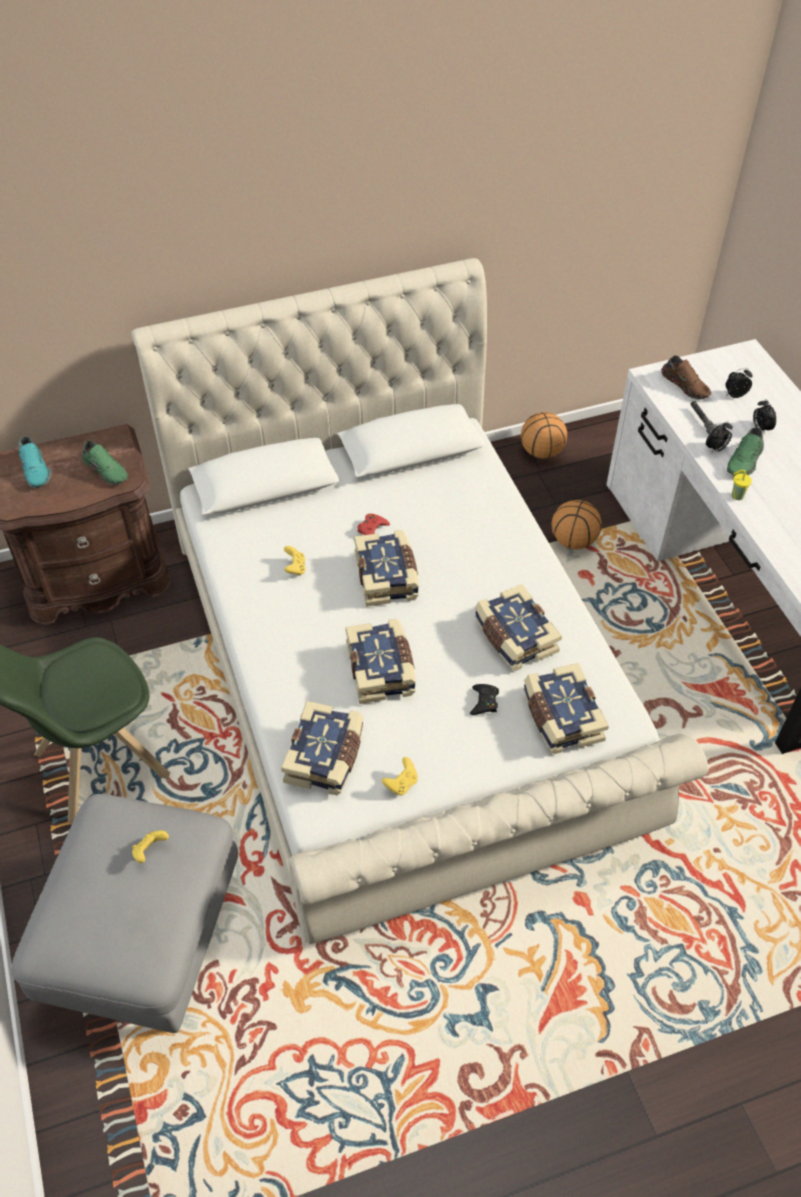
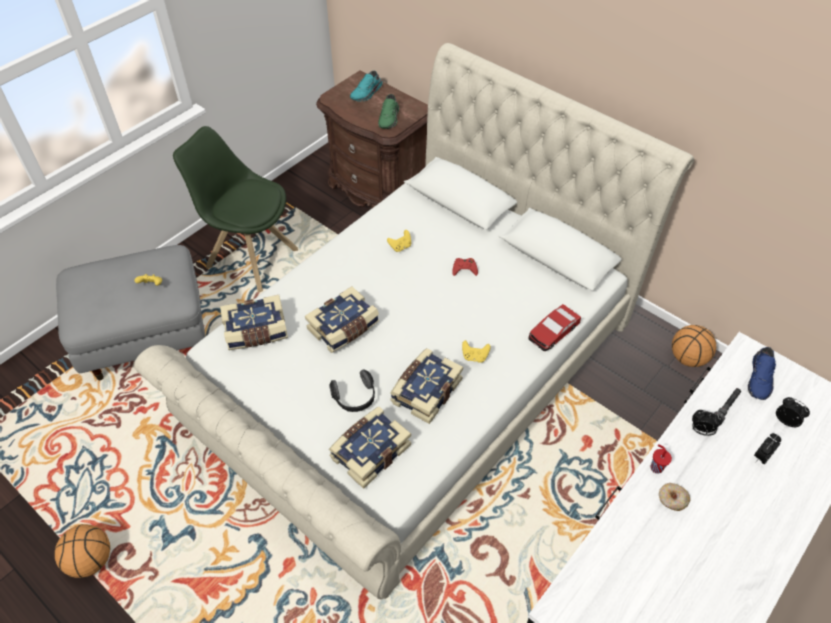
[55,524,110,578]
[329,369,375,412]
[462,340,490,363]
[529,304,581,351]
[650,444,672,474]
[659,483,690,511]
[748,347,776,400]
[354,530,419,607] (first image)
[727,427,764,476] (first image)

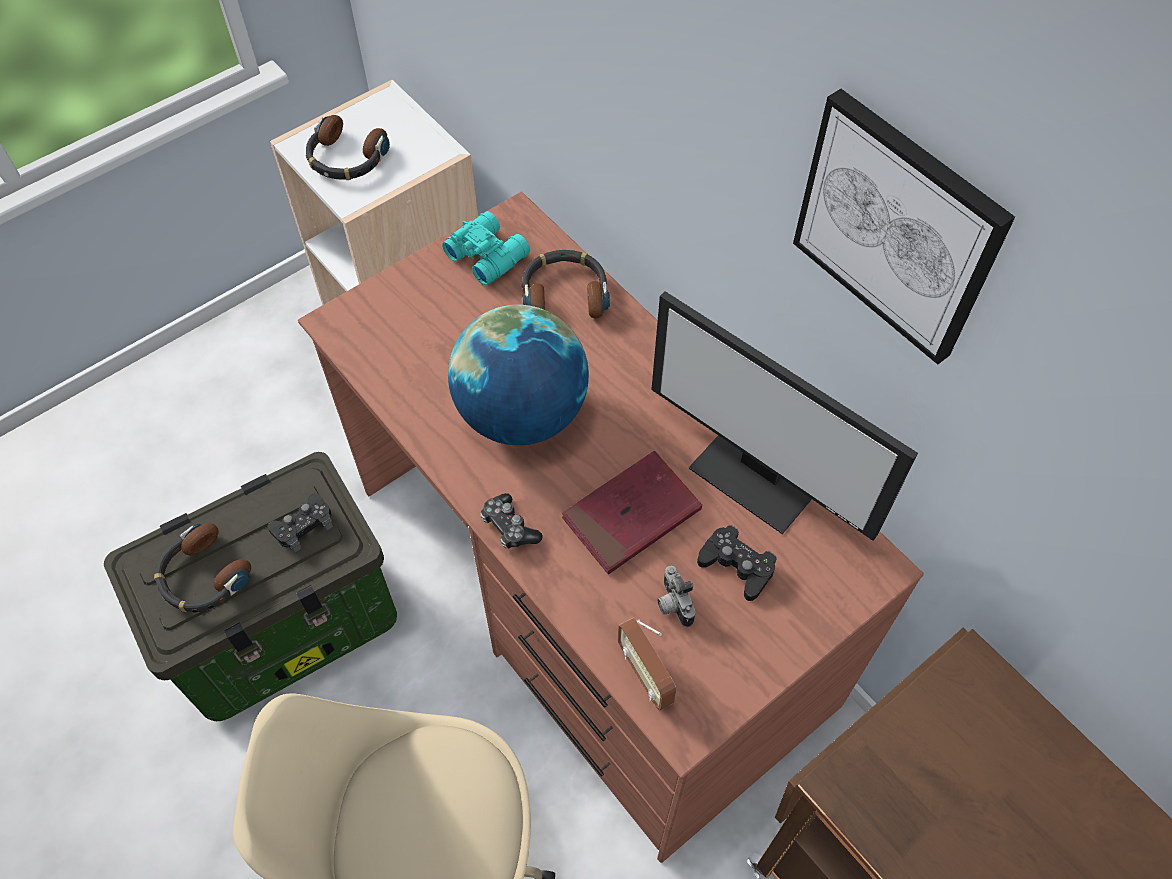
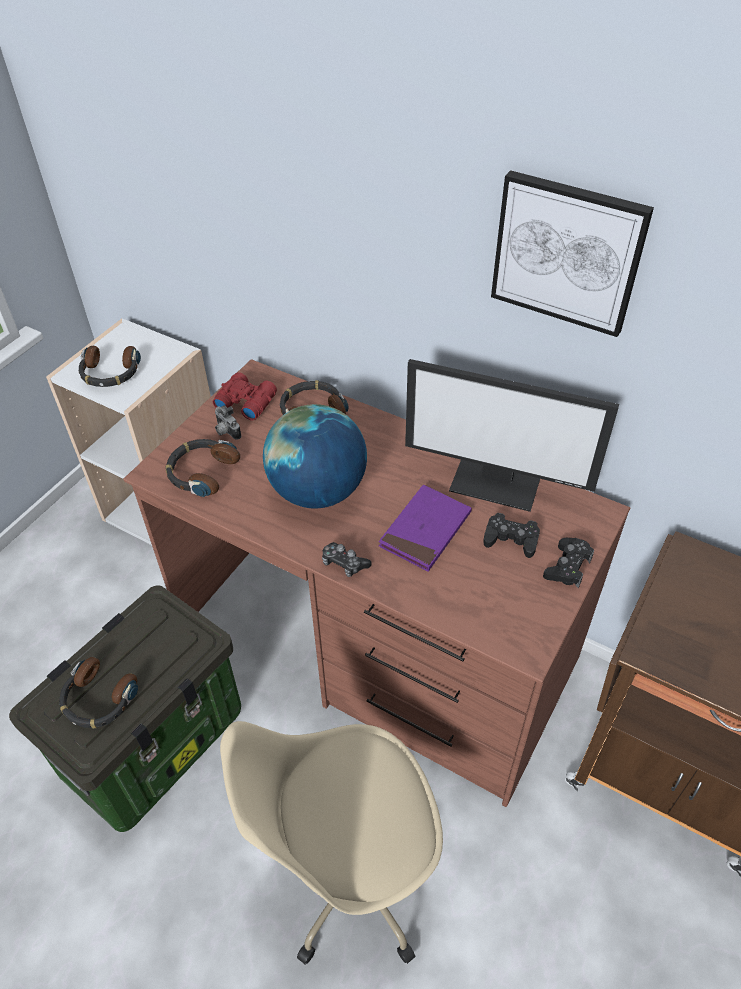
[166,439,240,497]
[213,372,277,420]
[215,405,241,440]
[379,485,472,571]
[543,538,594,588]
[618,618,676,710] (first image)

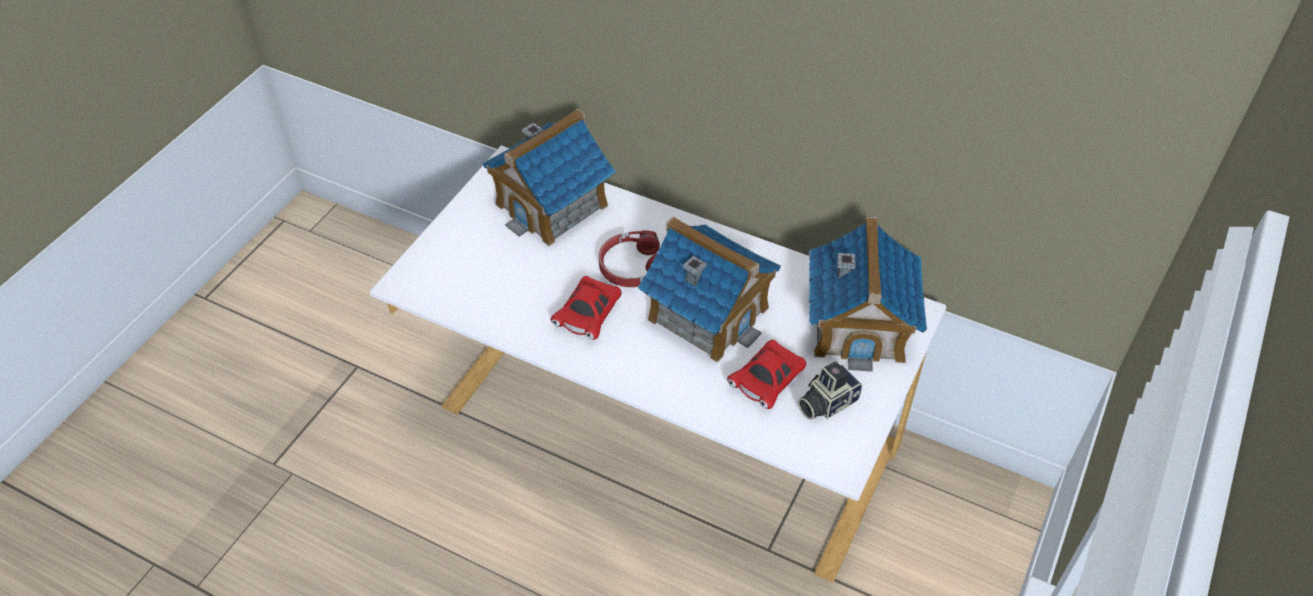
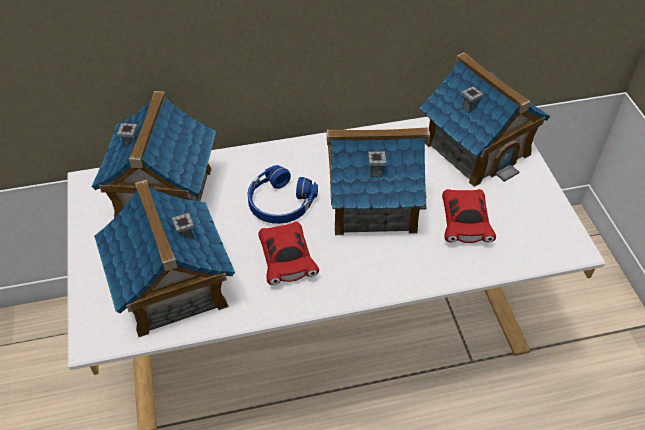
[94,180,235,338]
[248,165,318,224]
[798,361,863,420] (first image)

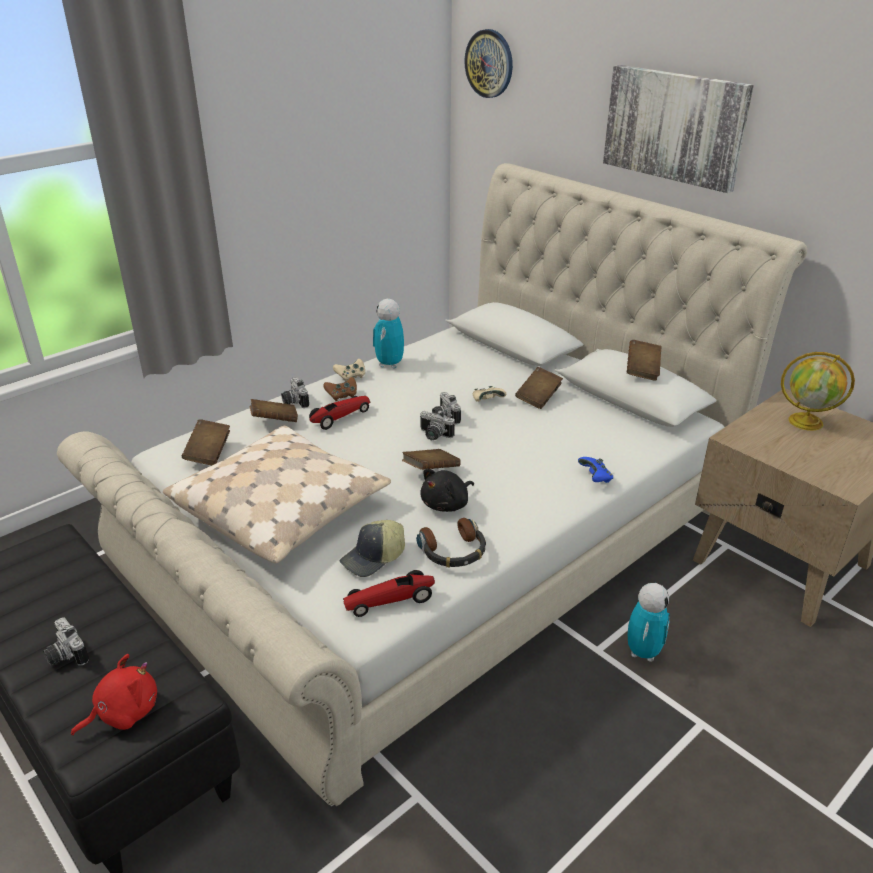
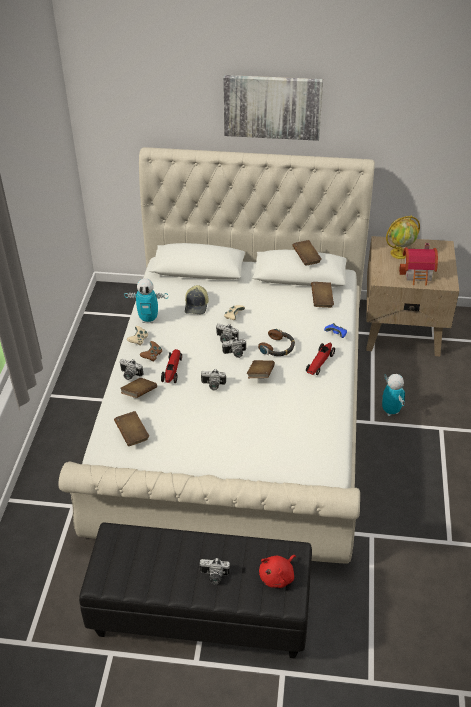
[124,278,168,323]
[185,285,208,314]
[201,369,226,390]
[258,328,295,356]
[259,555,296,588]
[306,342,335,375]
[311,282,334,308]
[399,243,438,285]
[163,425,391,563] (first image)
[420,469,474,512] (first image)
[464,29,513,98] (first image)

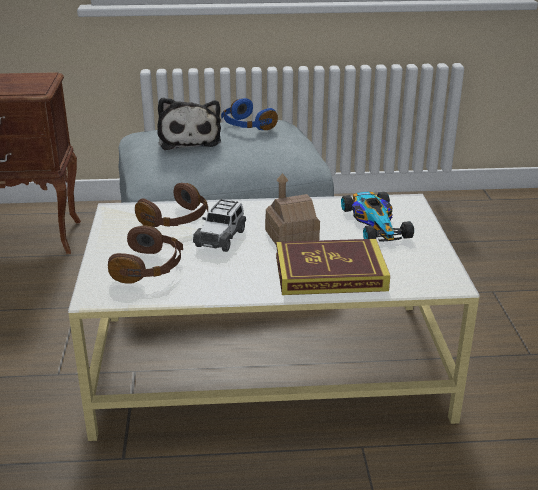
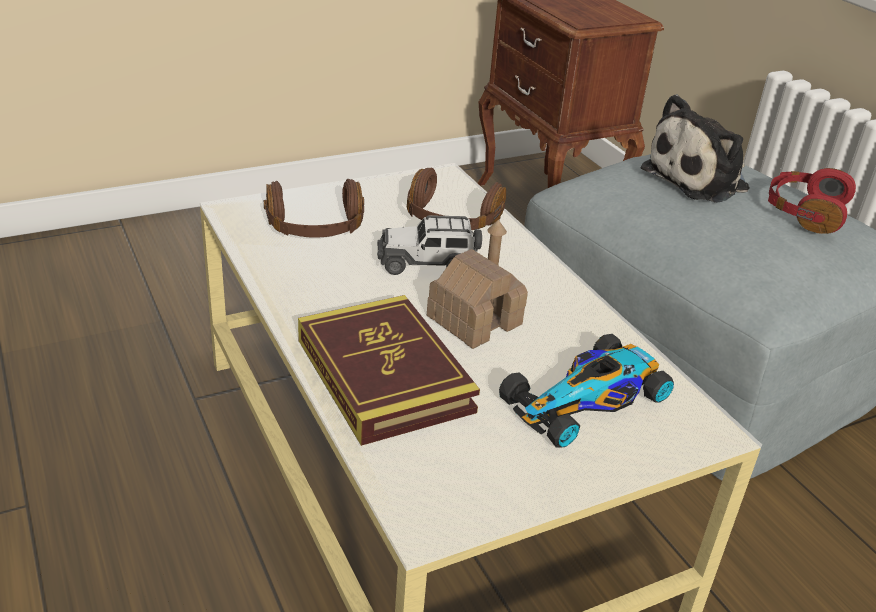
[768,168,856,234]

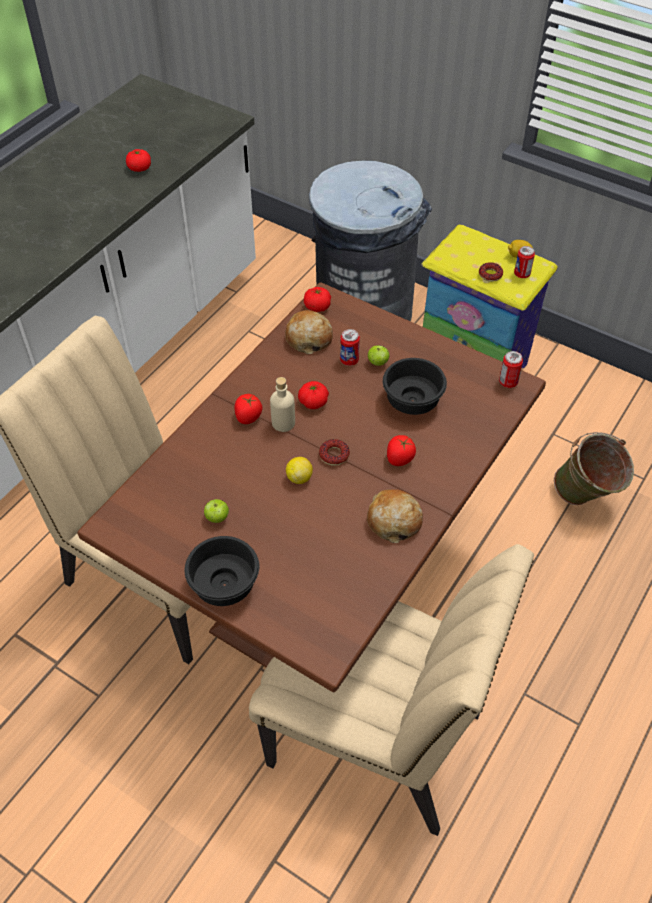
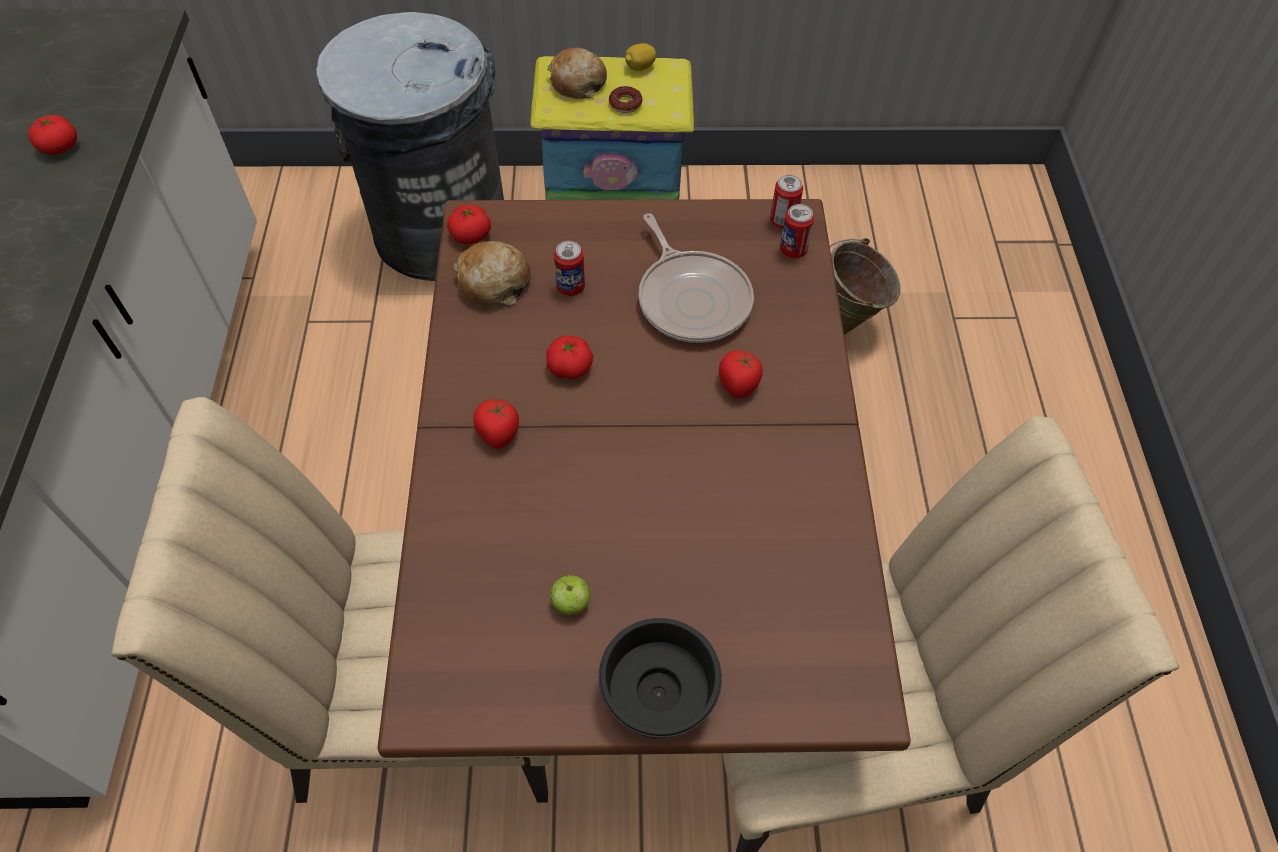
[547,48,607,99]
[638,213,754,343]
[780,204,814,258]
[270,377,295,432] (first image)
[286,457,313,484] (first image)
[319,439,350,466] (first image)
[368,345,390,366] (first image)

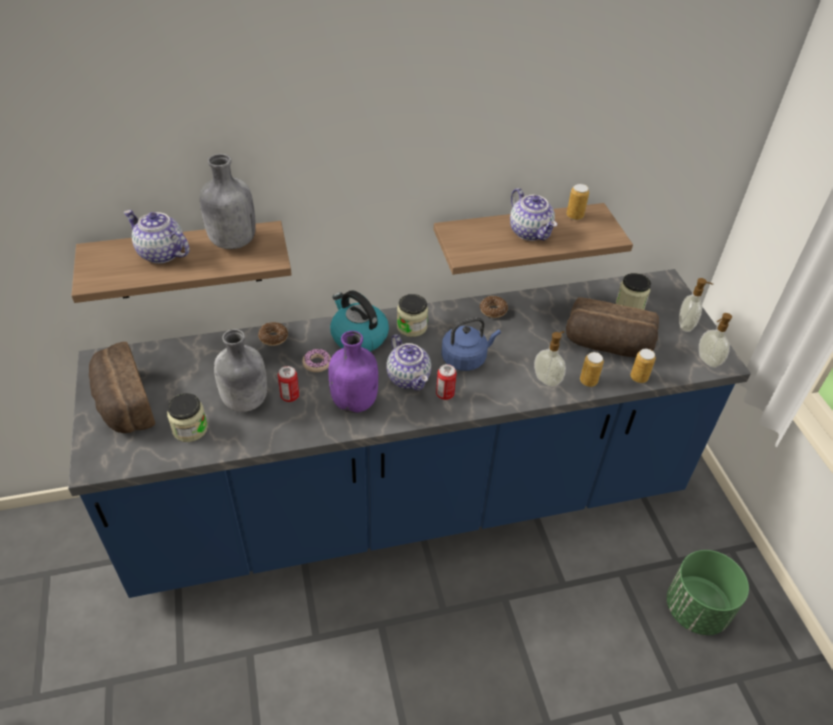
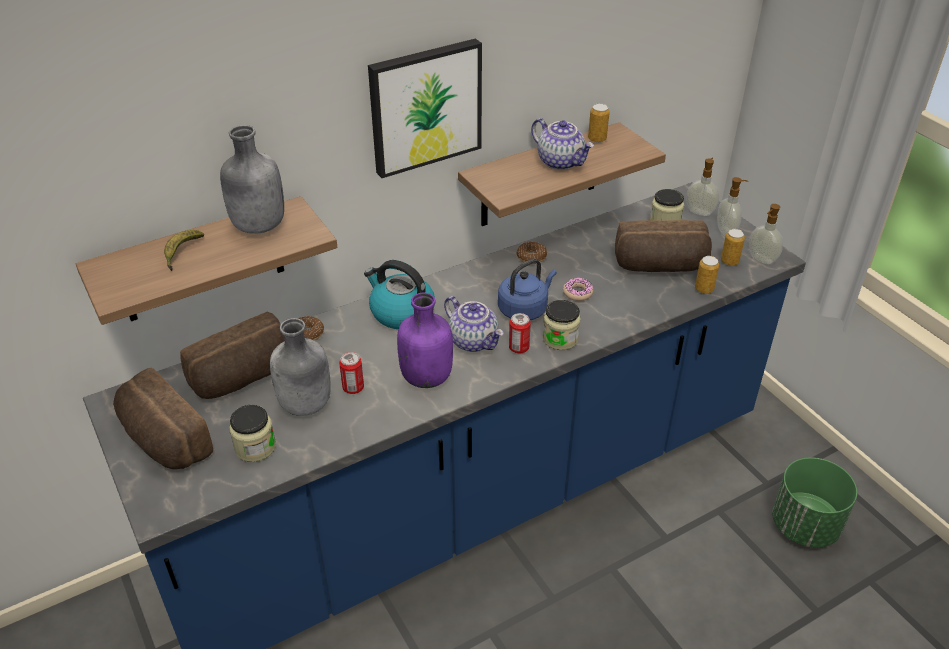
[164,230,204,271]
[180,312,285,399]
[368,38,482,178]
[542,300,581,350]
[563,277,593,301]
[686,158,720,216]
[721,229,745,266]

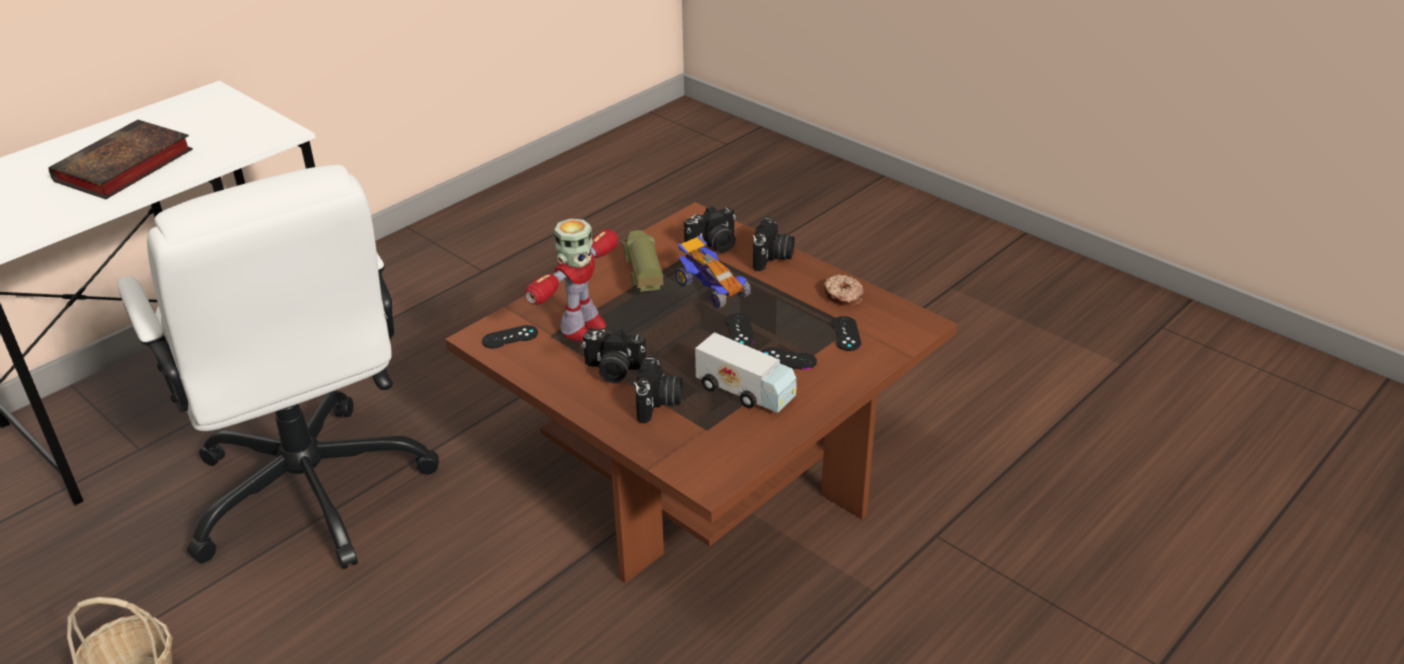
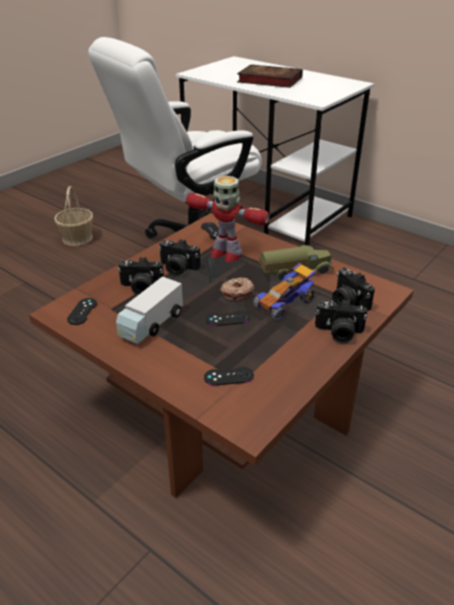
[67,298,97,325]
[159,239,200,276]
[220,277,254,301]

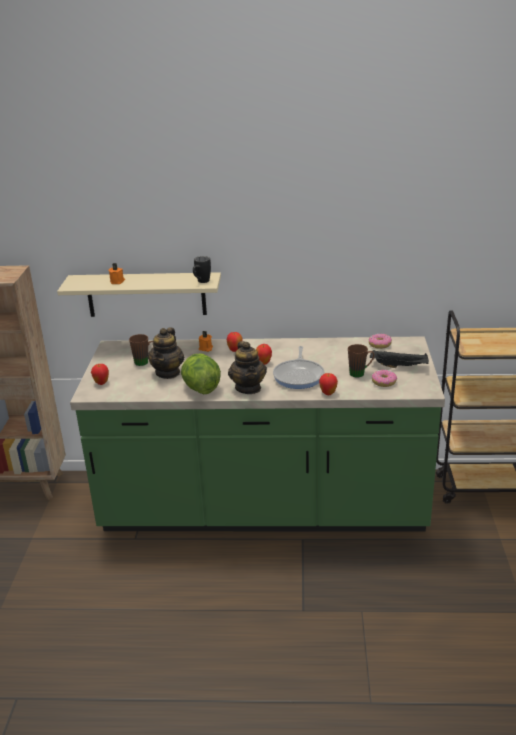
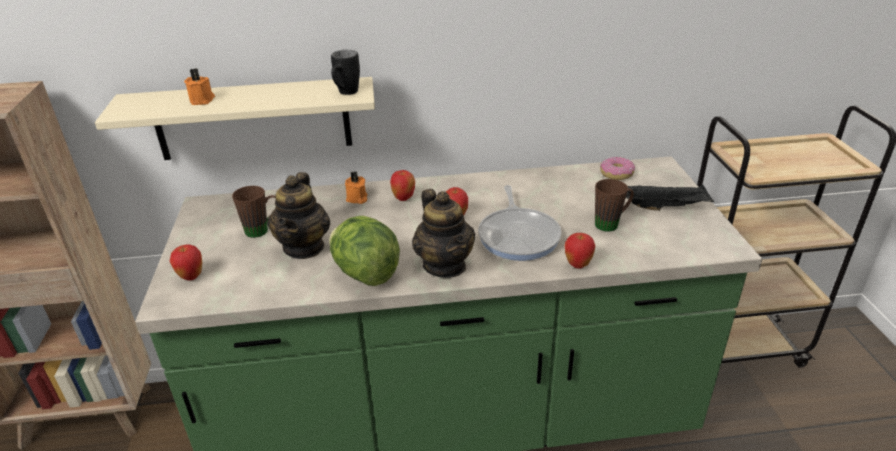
[372,370,397,387] (first image)

